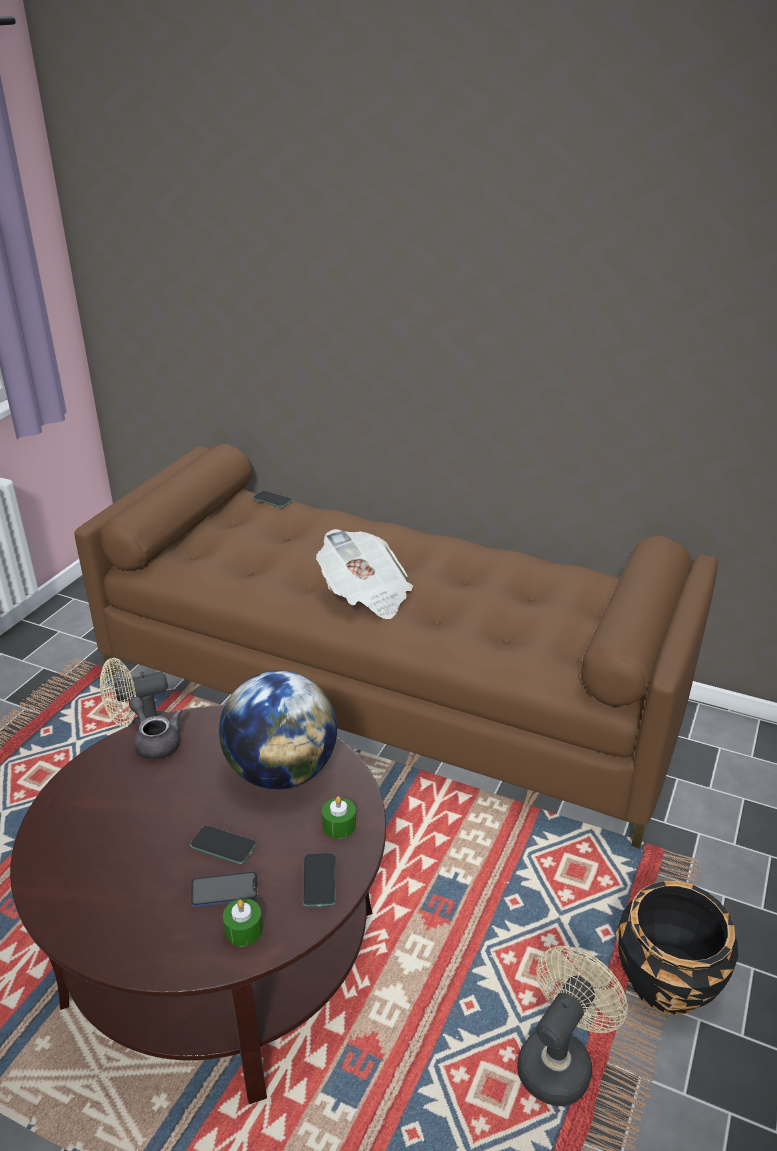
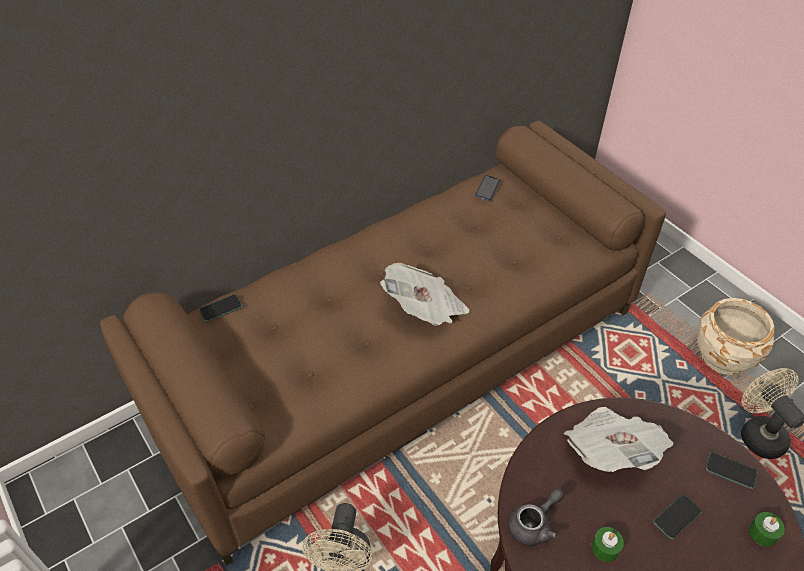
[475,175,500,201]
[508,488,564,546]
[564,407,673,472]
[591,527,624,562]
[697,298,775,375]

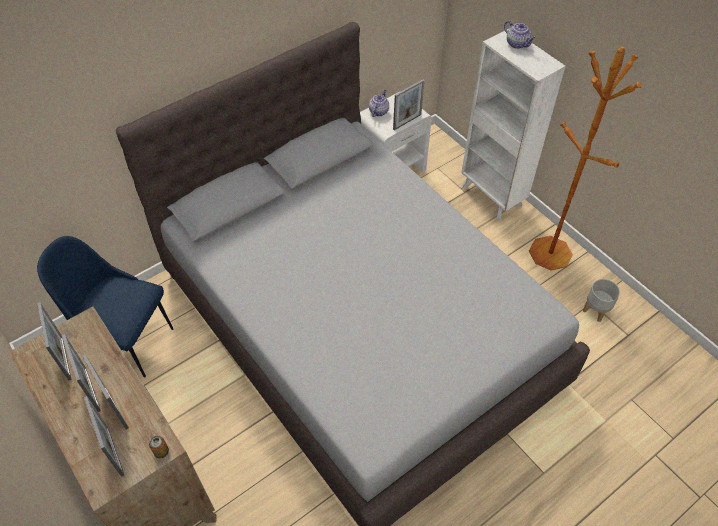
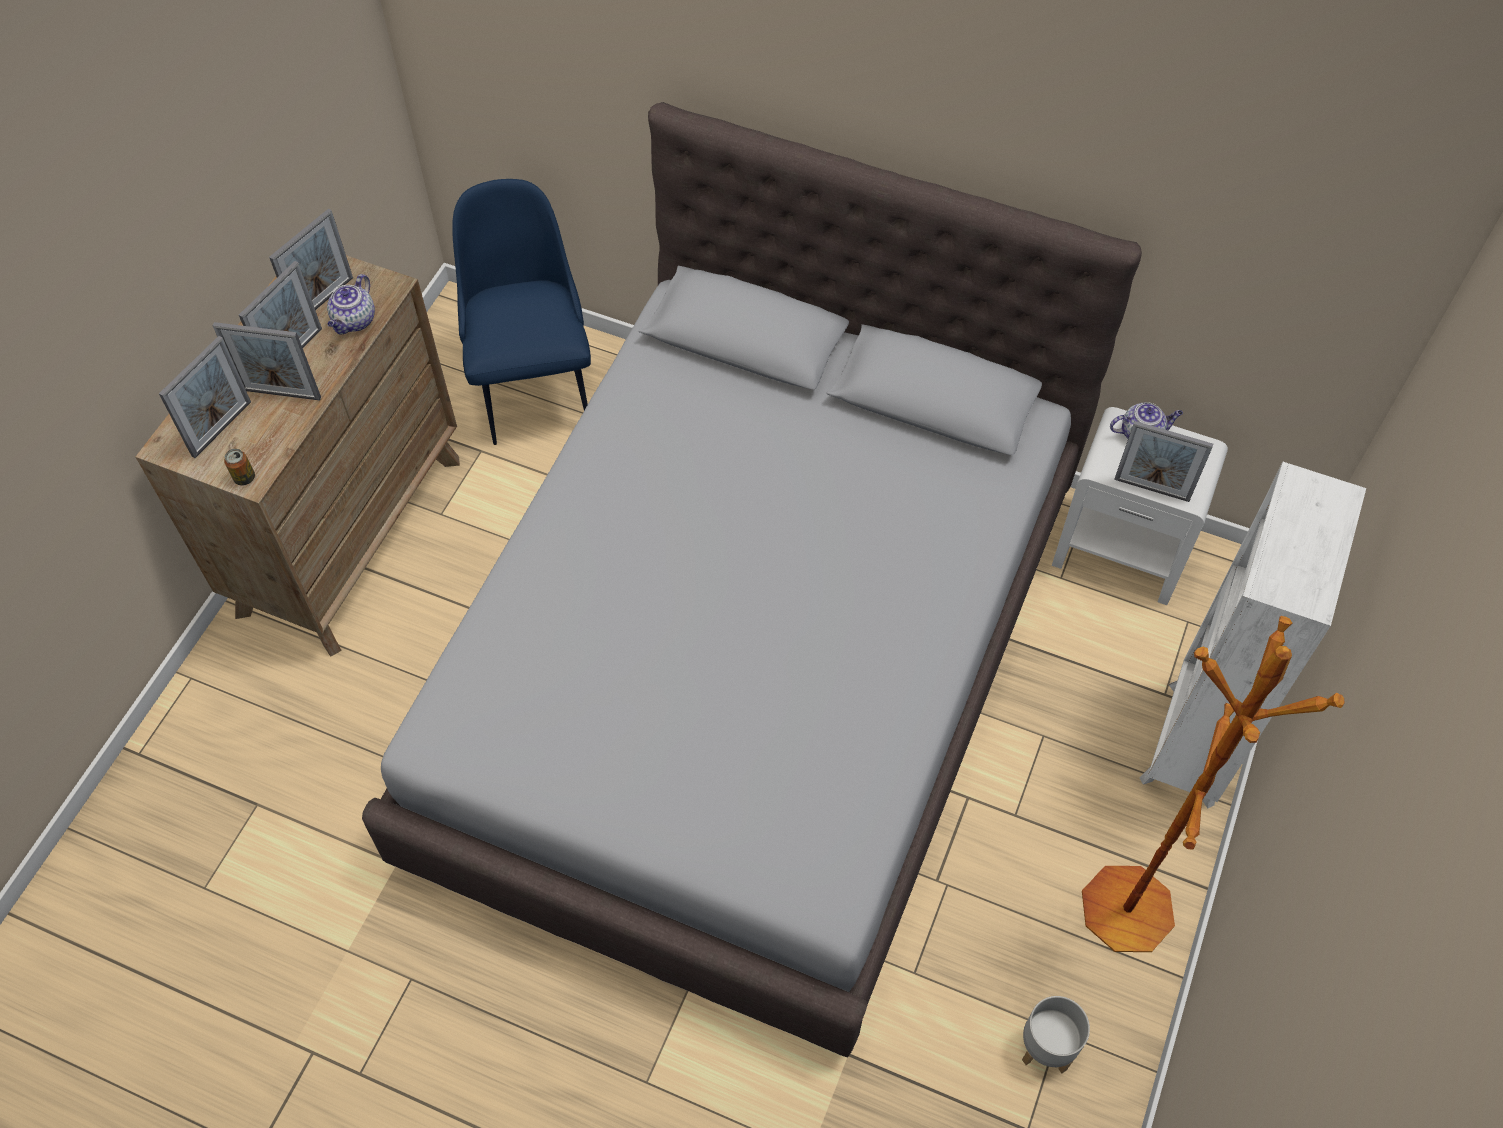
[213,322,321,401]
[327,274,375,334]

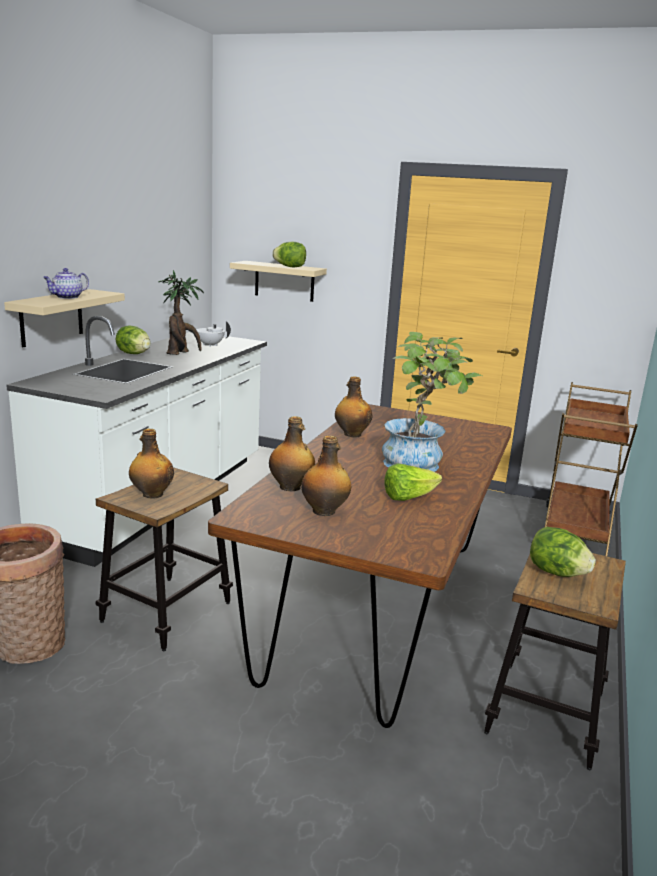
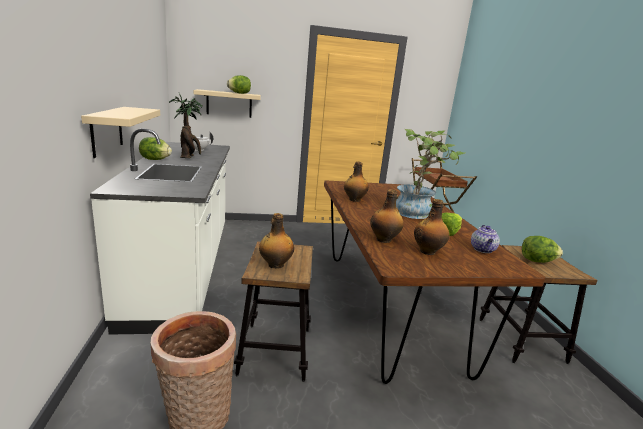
[471,225,500,253]

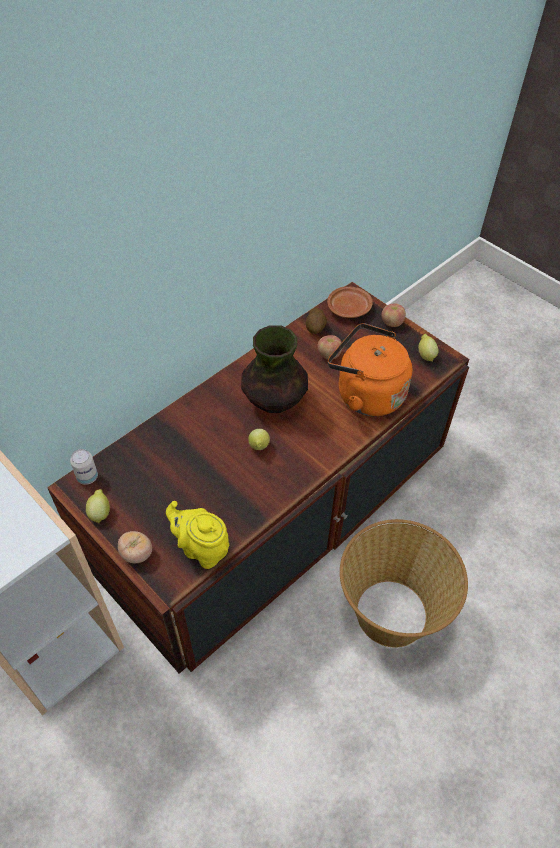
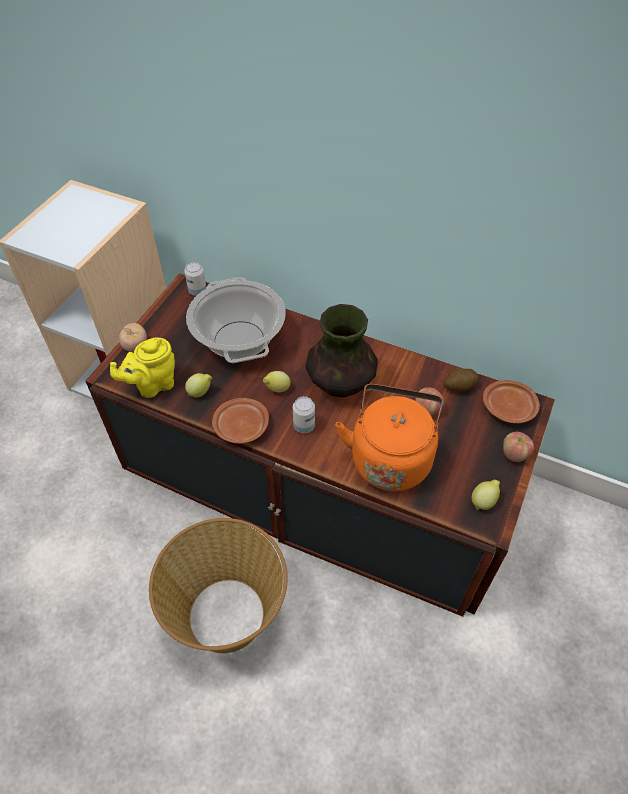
[110,338,175,398]
[185,373,212,397]
[186,277,286,363]
[212,398,269,444]
[293,396,315,433]

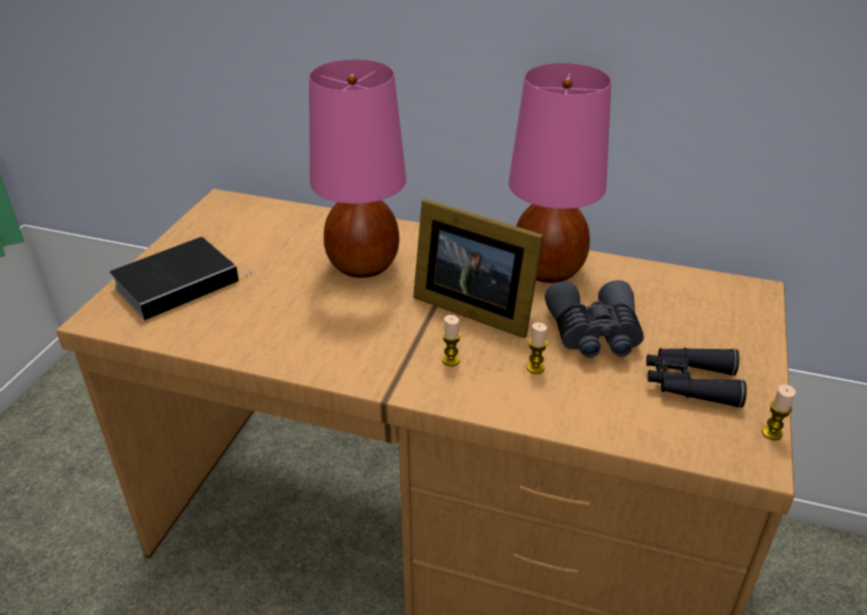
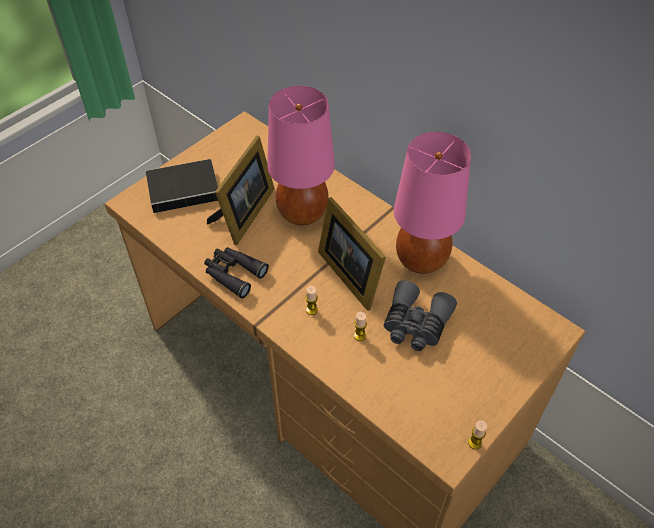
[204,247,269,299]
[207,136,275,245]

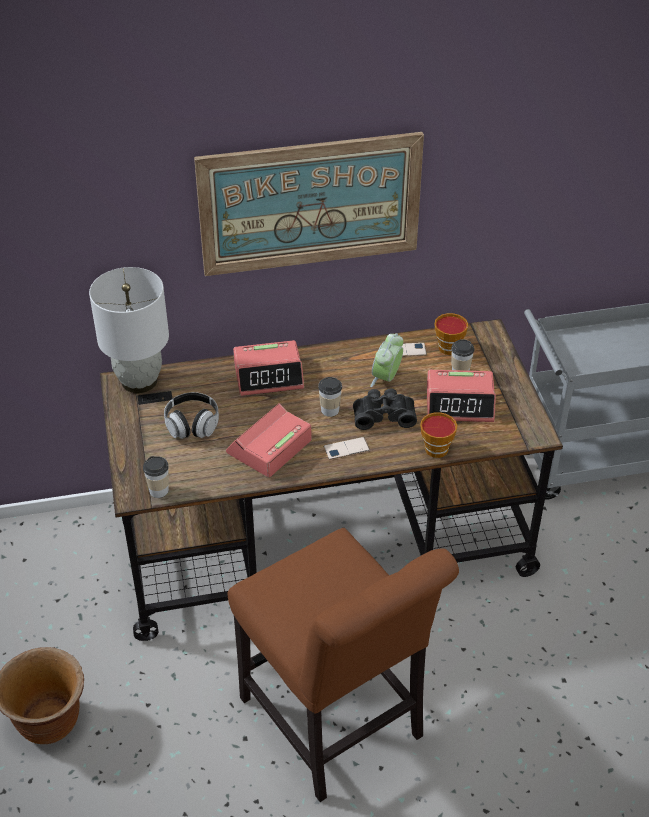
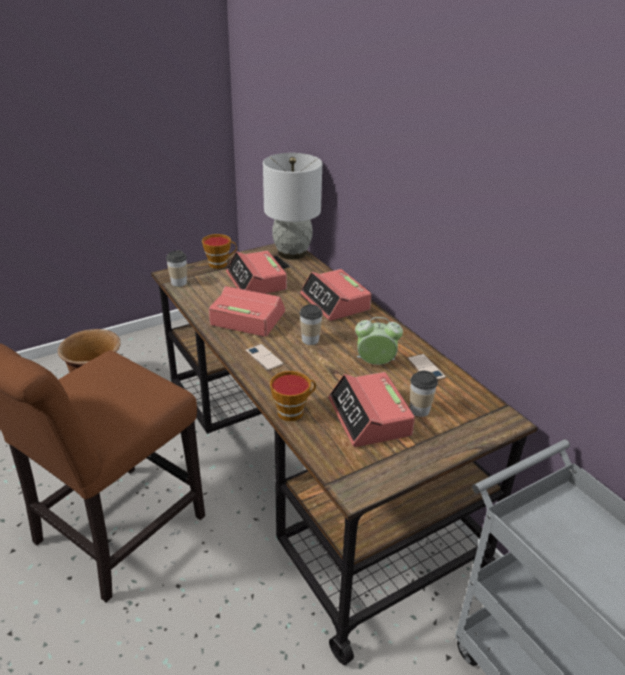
[202,234,237,269]
[226,251,287,294]
[194,132,424,276] (first image)
[353,388,417,430] (first image)

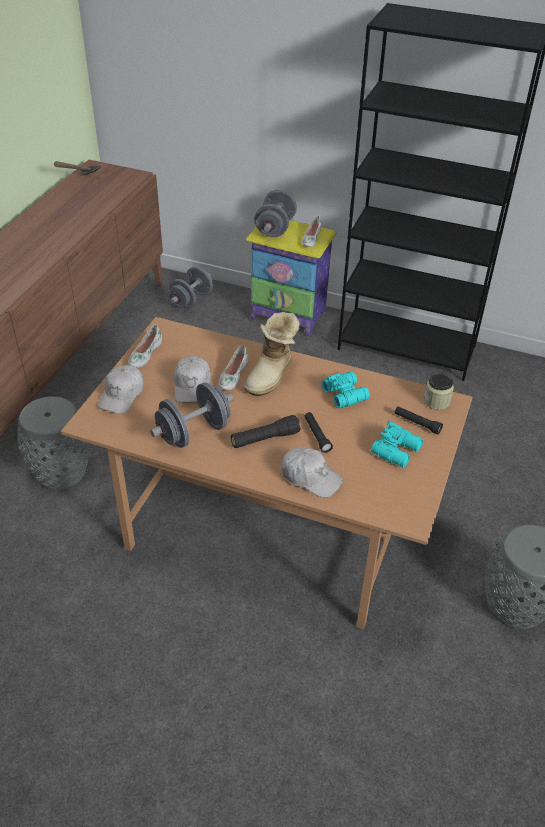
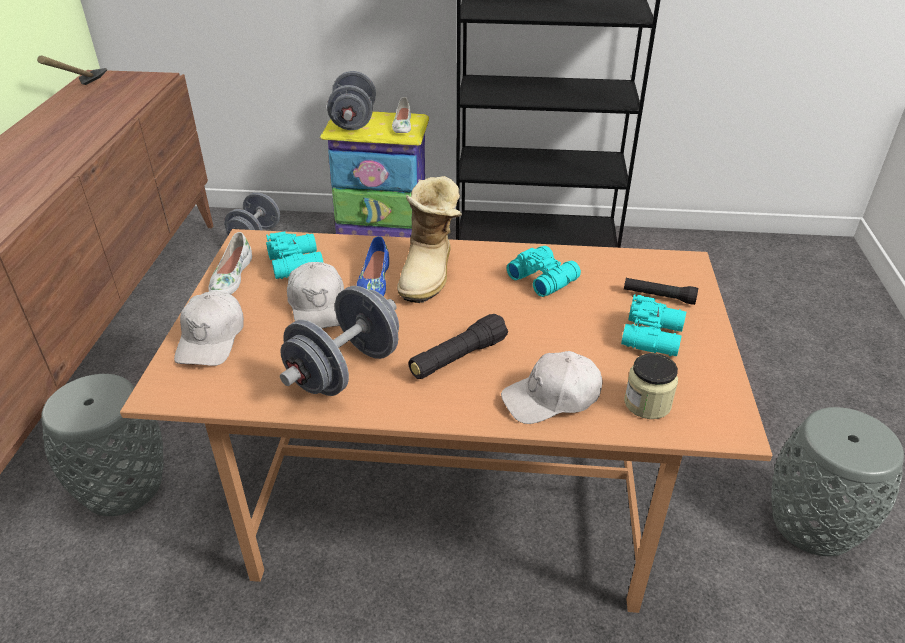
[266,232,324,279]
[356,236,389,296]
[501,351,602,424]
[624,353,678,419]
[304,412,333,453] (first image)

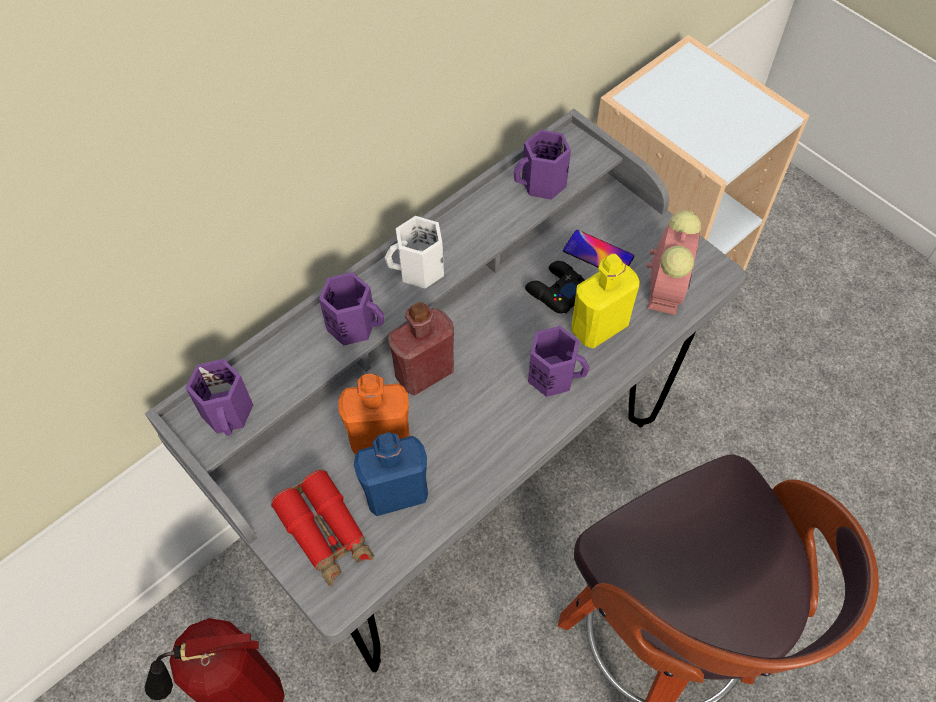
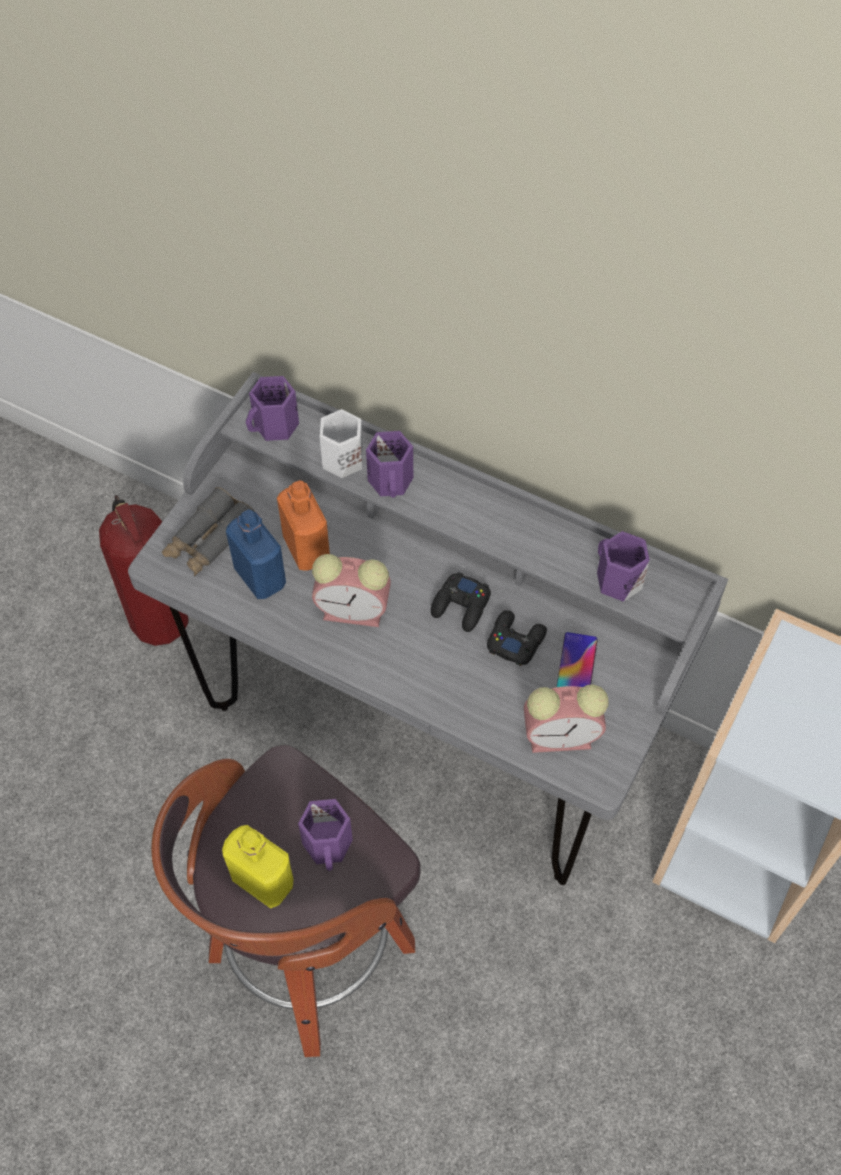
[162,487,255,577]
[222,825,293,908]
[298,799,353,871]
[312,554,391,627]
[320,409,363,478]
[431,572,491,632]
[388,302,454,395] (first image)

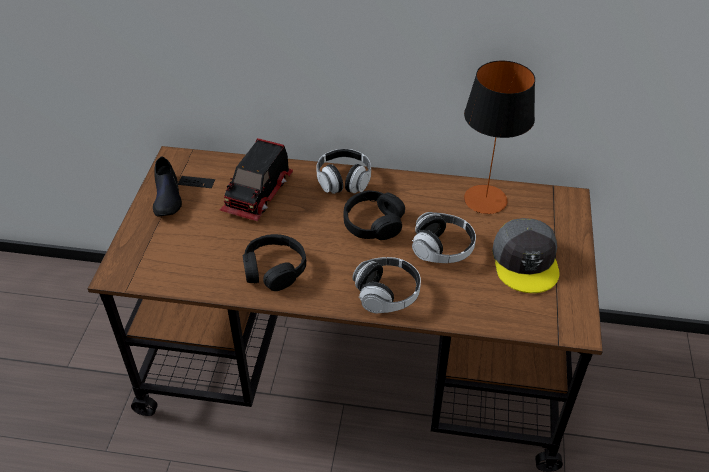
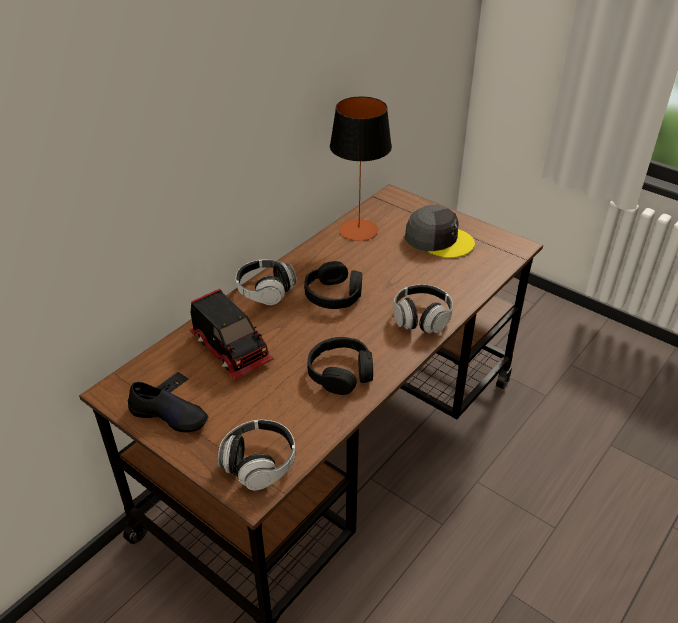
[218,420,295,490]

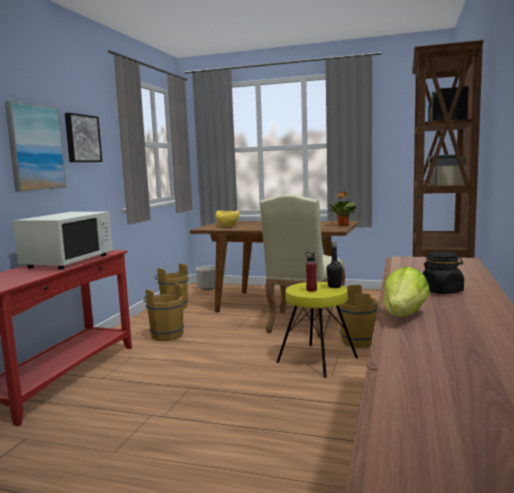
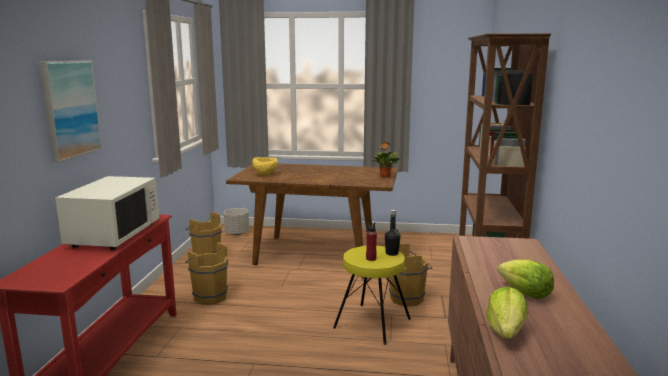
[498,259,554,299]
[65,113,102,162] (first image)
[260,194,345,338] (first image)

